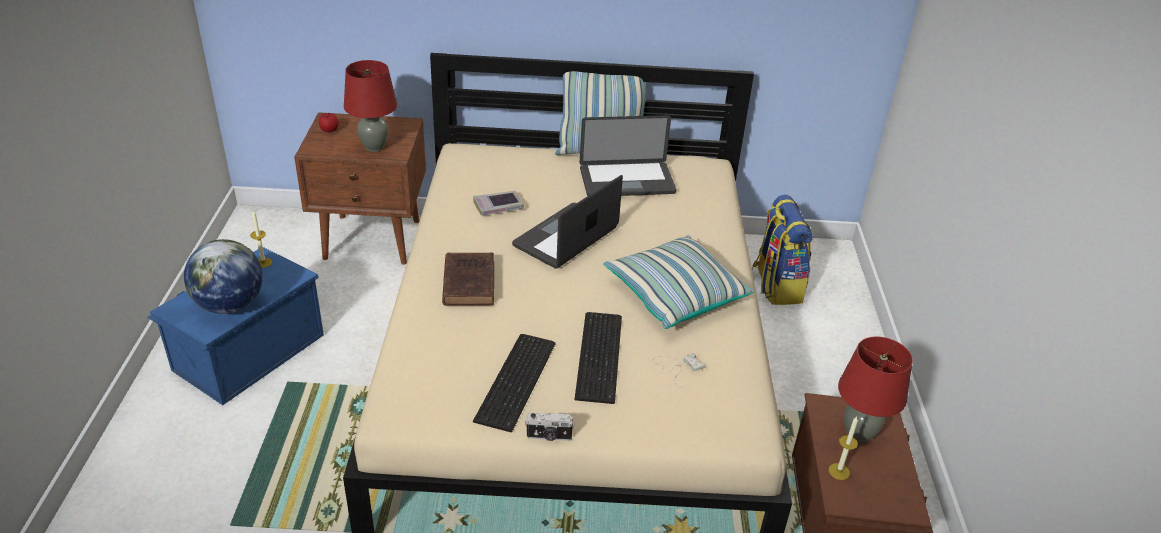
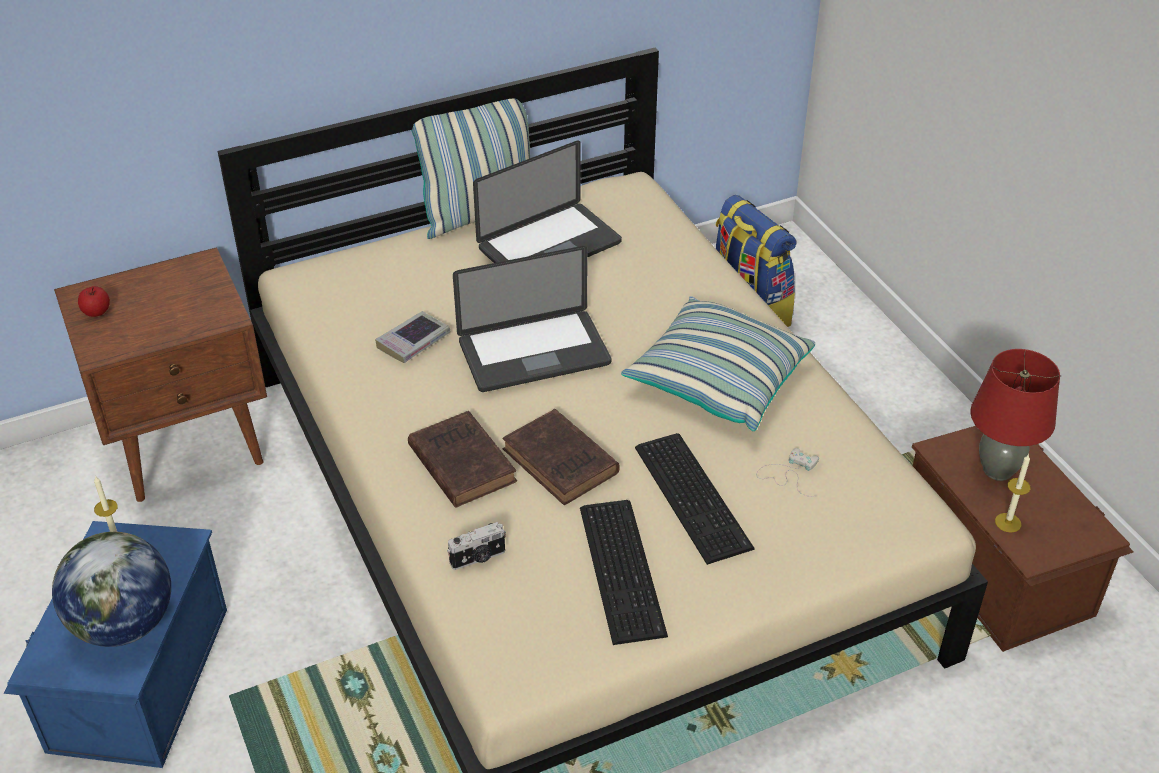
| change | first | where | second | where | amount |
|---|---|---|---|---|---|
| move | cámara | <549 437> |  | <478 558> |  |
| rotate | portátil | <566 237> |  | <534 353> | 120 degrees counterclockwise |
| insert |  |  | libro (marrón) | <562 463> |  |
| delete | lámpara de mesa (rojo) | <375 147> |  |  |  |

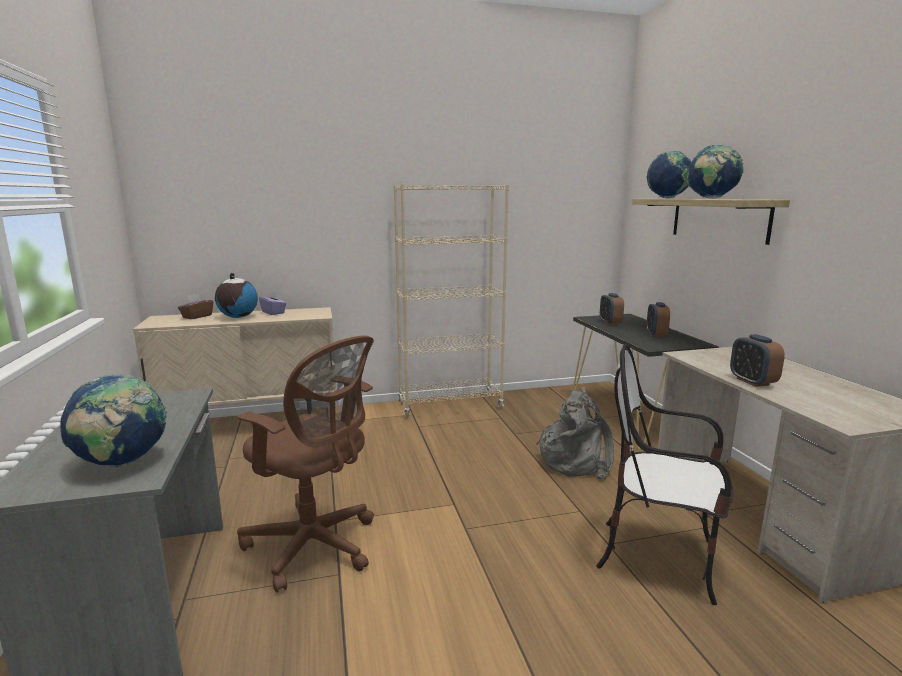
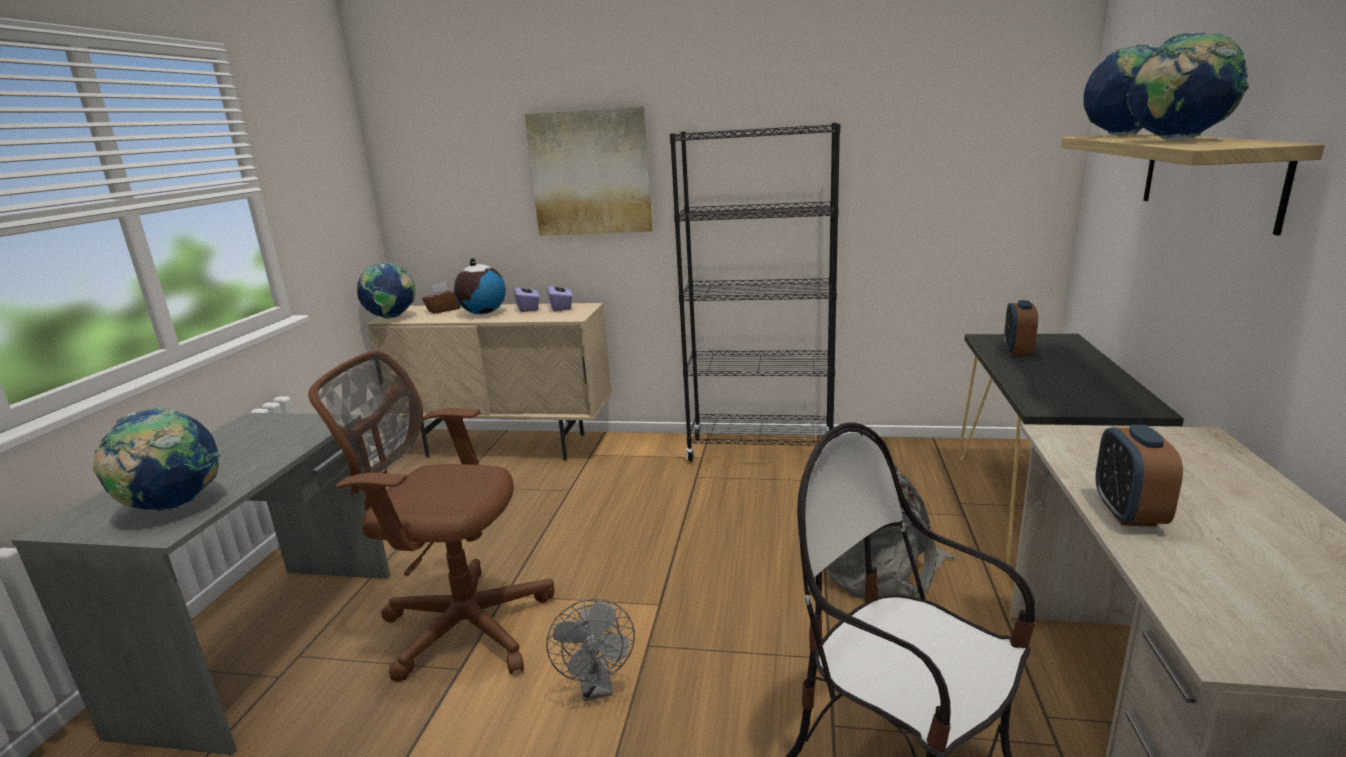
| change | first | where | second | where | amount |
|---|---|---|---|---|---|
| rotate | silla de oficina (marrón) | <315 547> |  | <460 625> | 135 degrees clockwise |
| insert |  |  | globo terráqueo | <392 318> |  |
| insert |  |  | cuadro | <590 173> |  |
| insert |  |  | ventilador (gris) | <597 687> |  |
| insert |  |  | caja de pañuelos (morado) | <561 307> |  |
| recolor | estantería (beis) | <450 406> | estantería (negro) | <761 451> |  |
| delete | despertador | <656 334> |  |  |  |

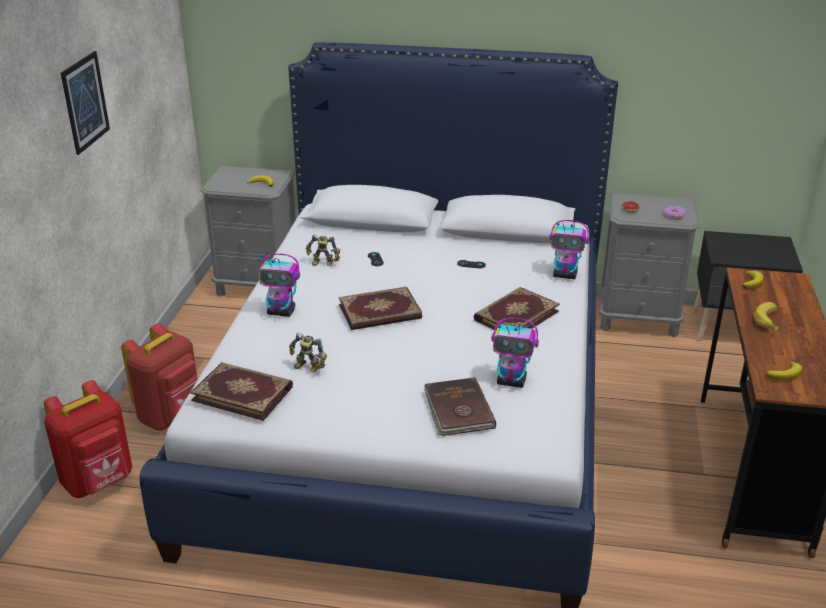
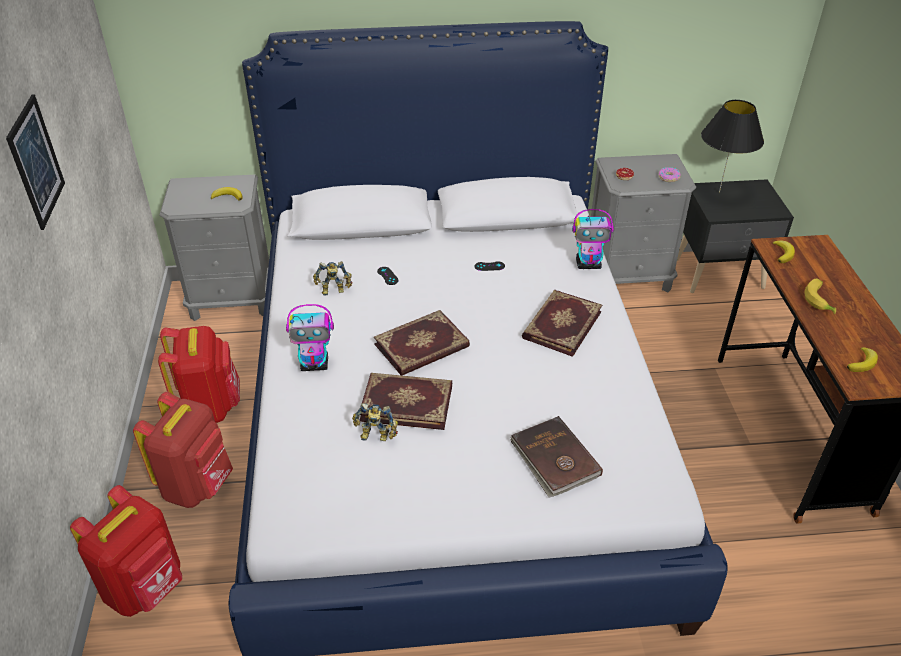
| change | first | where | second | where | amount |
|---|---|---|---|---|---|
| insert |  |  | mochila (rojo) | <210 407> |  |
| move | libro | <243 393> |  | <407 402> |  |
| insert |  |  | lámpara de mesa (negro) | <719 192> |  |
| delete | robot de juguete | <512 381> |  |  |  |

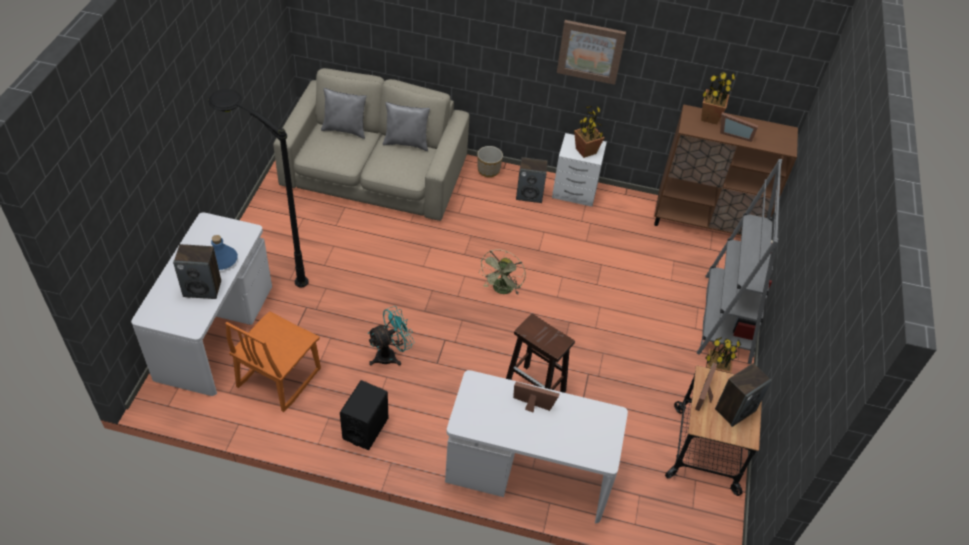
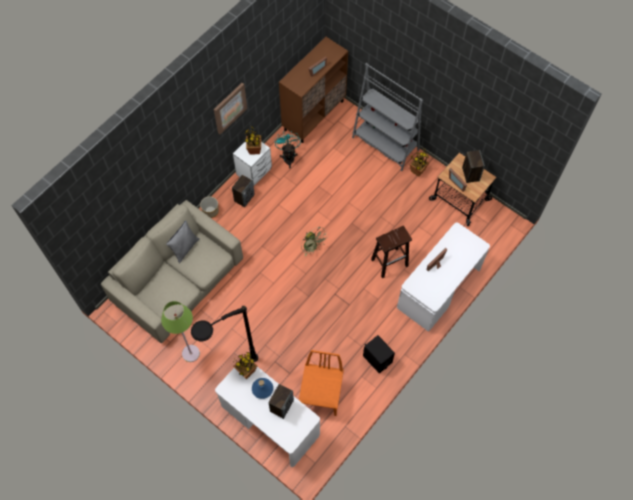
| change | first | where | second | where | amount |
|---|---|---|---|---|---|
| insert |  |  | lámpara de pie (verde) | <190 353> |  |
| move | planta en maceta | <709 117> |  | <246 371> |  |
| move | ventilador (turquesa) | <390 355> |  | <288 156> |  |
| rotate | silla (naranja) | <278 377> |  | <321 394> | 135 degrees counterclockwise |
| delete | cojín (gris) | <345 130> |  |  |  |

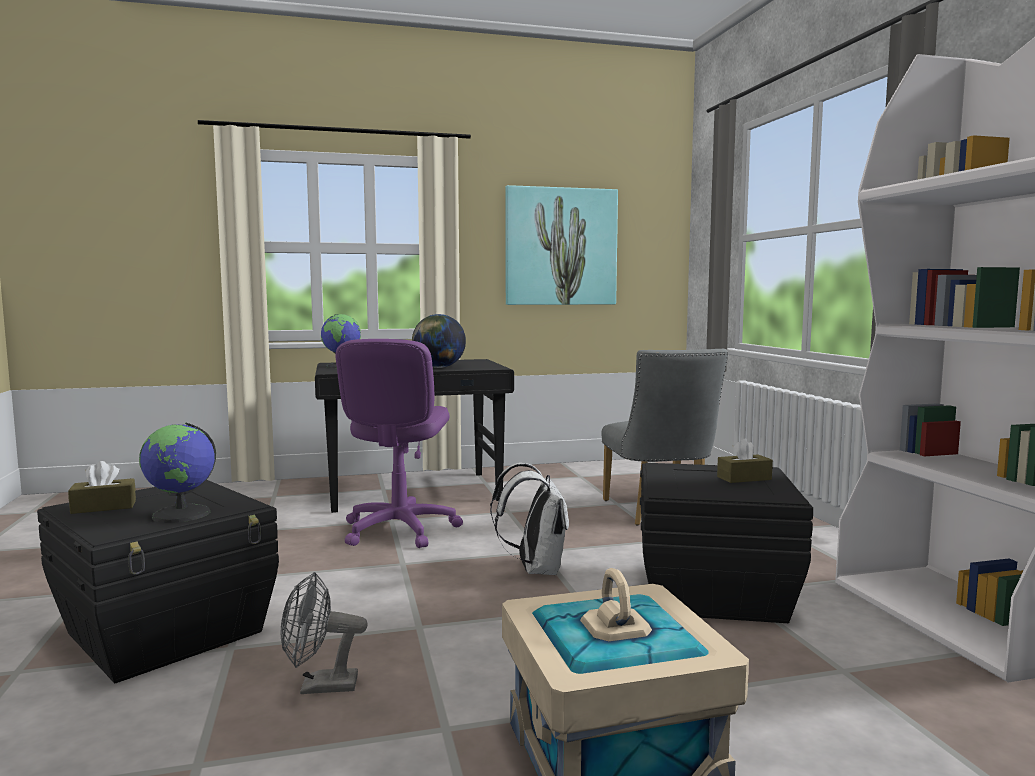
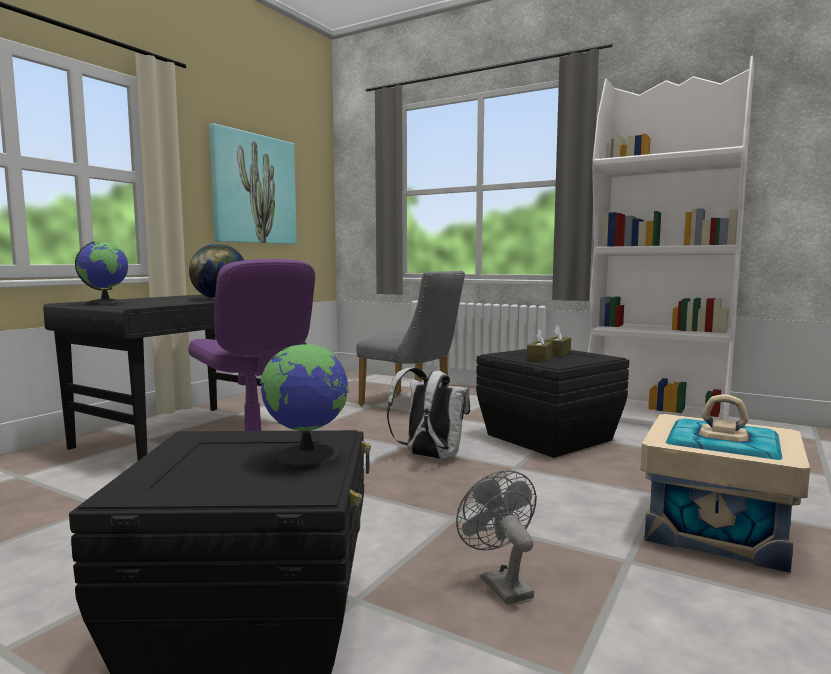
| change | first | where | second | where | amount |
|---|---|---|---|---|---|
| rotate | ventilador (gris) | <319 686> |  | <500 583> | 120 degrees clockwise |
| move | caja de pañuelos (marrón) | <104 507> |  | <539 358> |  |

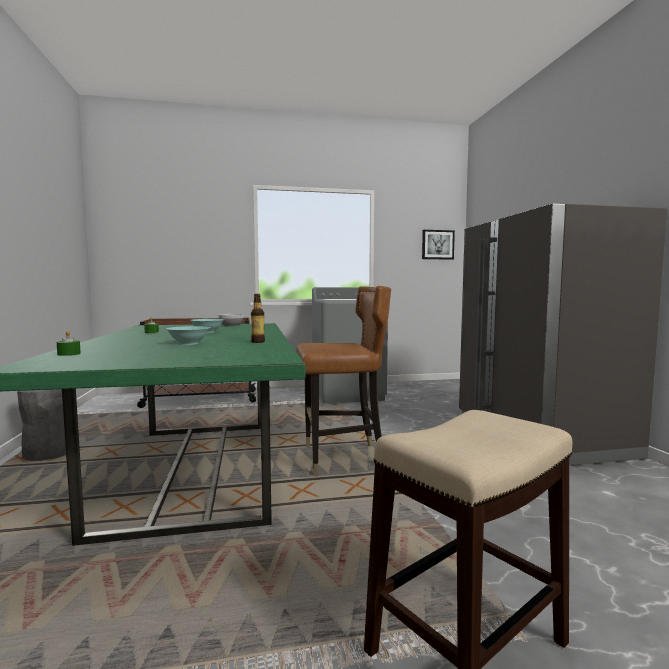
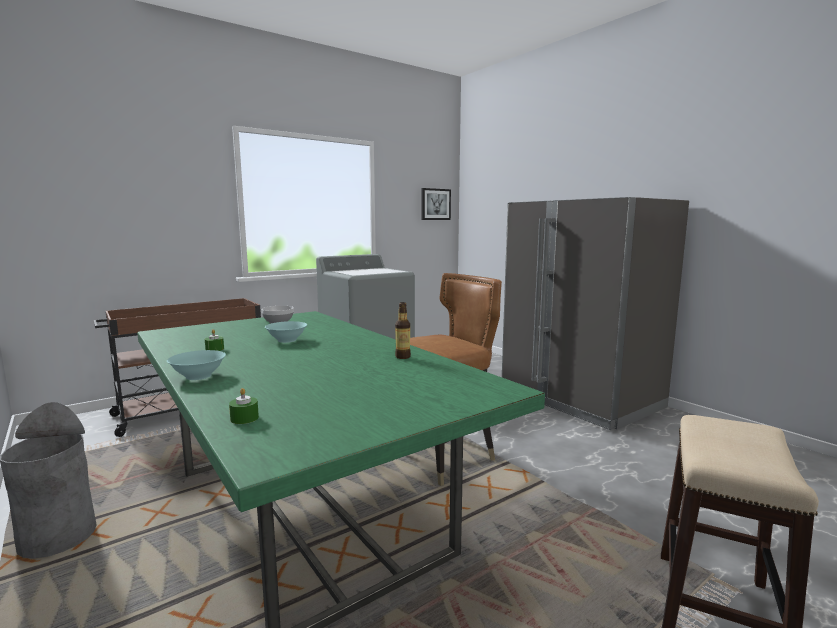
| change | first | where | second | where | amount |
|---|---|---|---|---|---|
| move | cuenco (turquesa) | <189 343> |  | <198 376> |  |

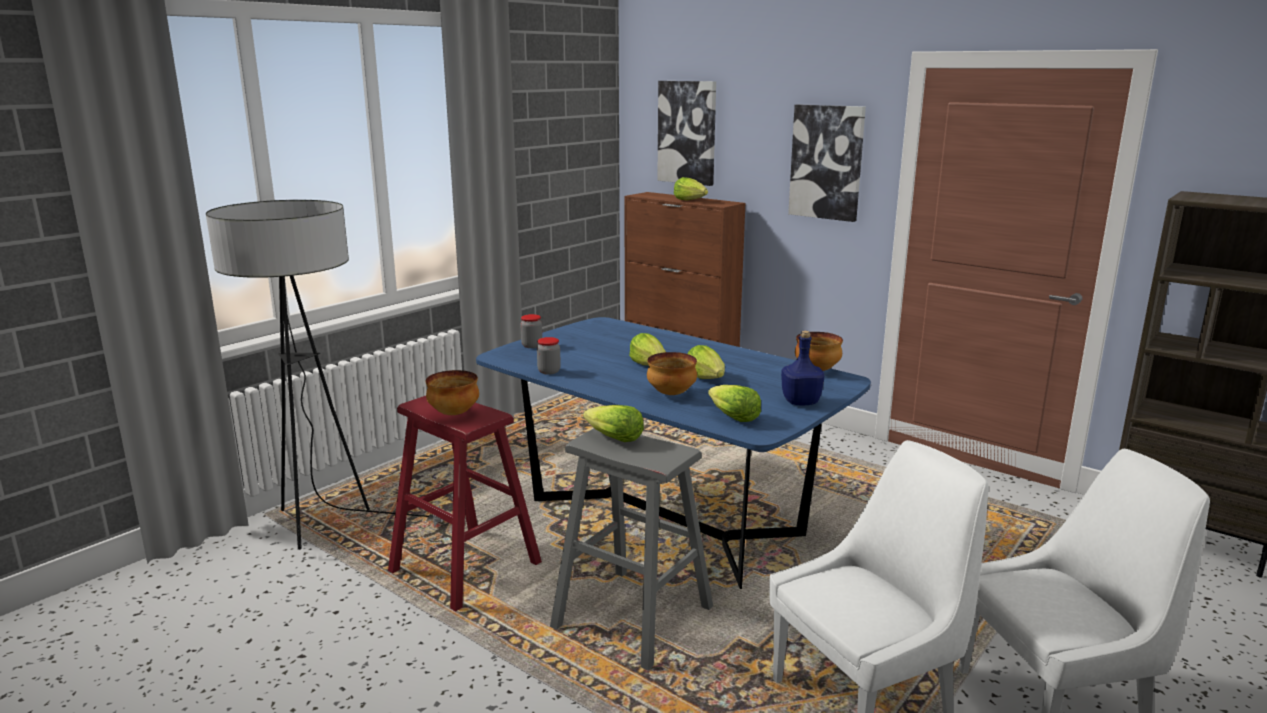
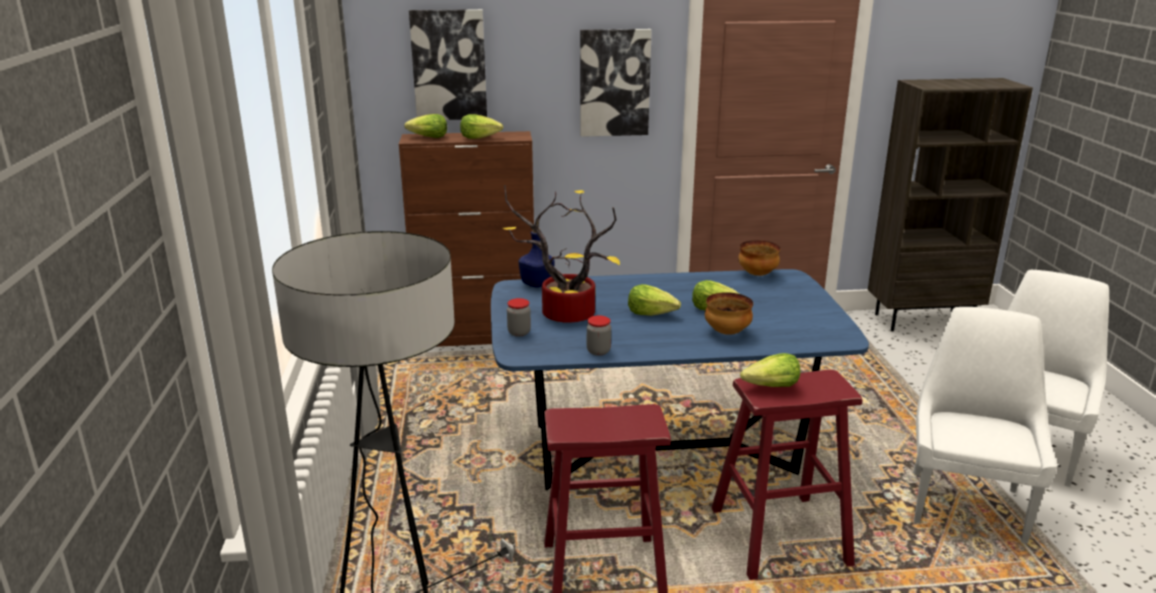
| change | first | where | second | where | amount |
|---|---|---|---|---|---|
| move | lechuga | <733 417> |  | <428 137> |  |
| insert |  |  | planta en maceta | <563 315> |  |
| move | botella (azul) | <800 402> |  | <536 284> |  |
| recolor | taburete (gris) | <632 617> | taburete (rojo) | <779 536> |  |
| delete | cuenco | <454 413> |  |  |  |

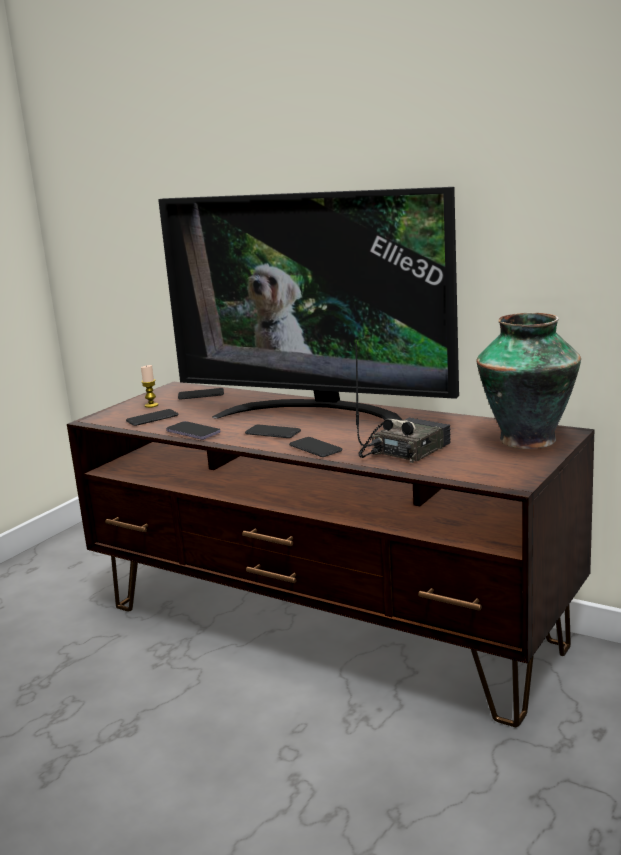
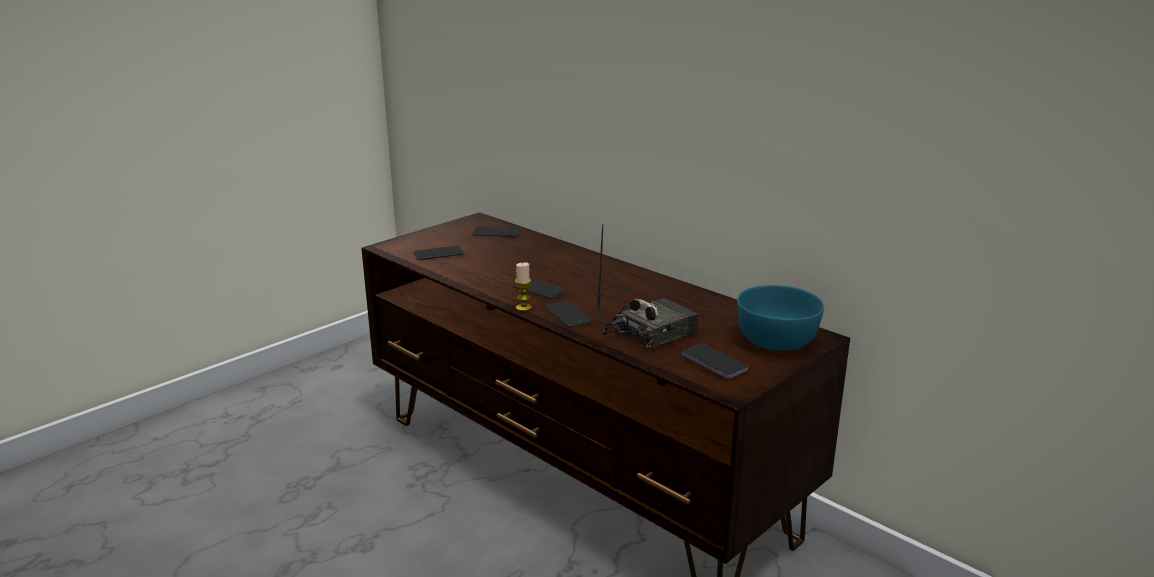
| change | first | where | second | where | amount |
|---|---|---|---|---|---|
| move | vela | <151 405> |  | <523 308> |  |
| move | móvil | <193 432> |  | <714 363> |  |
| replace | florero | <529 439> | cuenco (turquesa) | <778 339> |  |
| delete | televisor | <318 414> |  |  |  |

